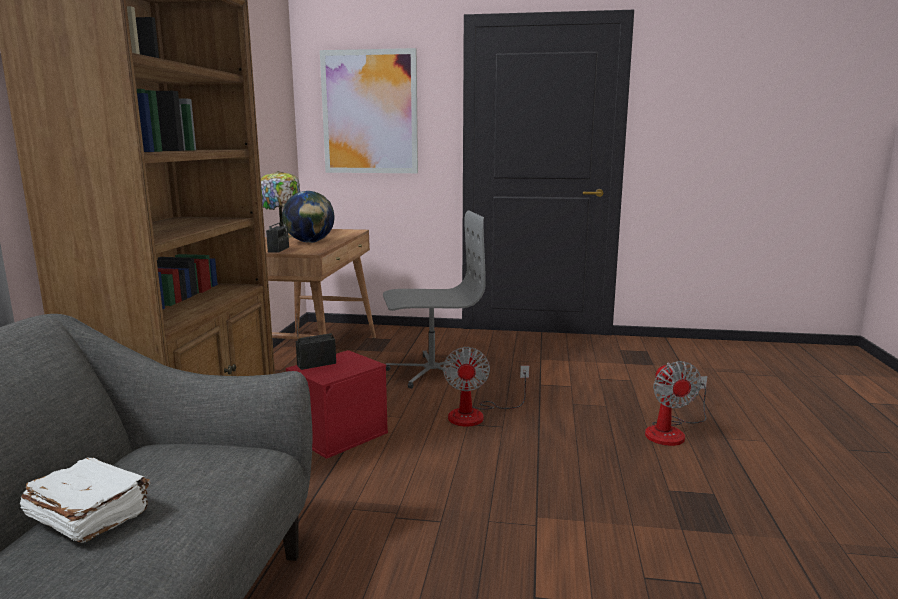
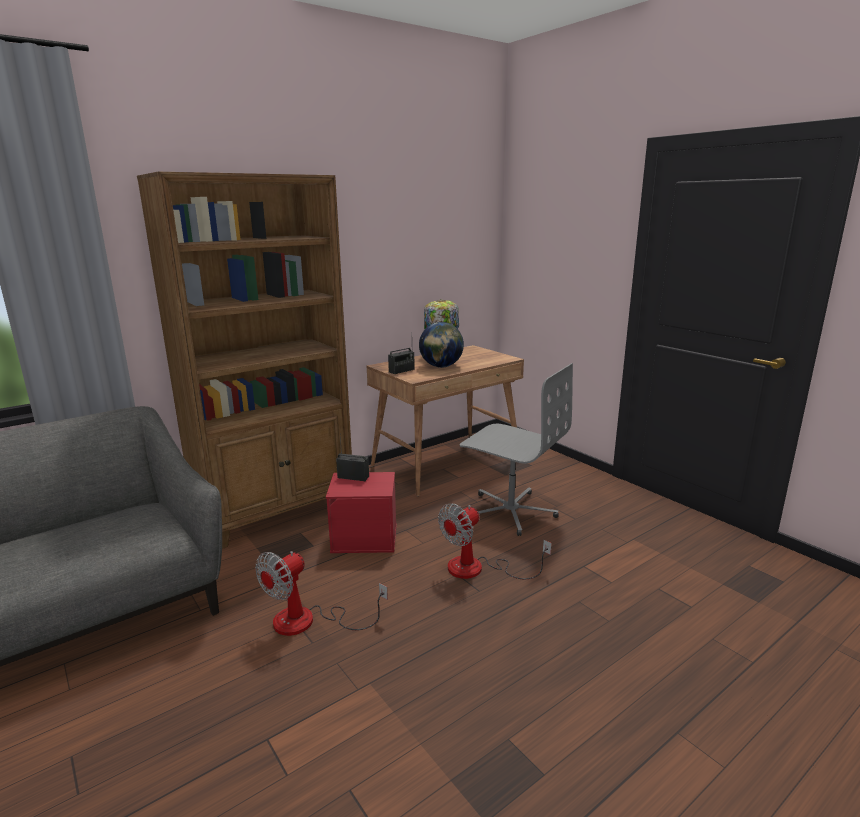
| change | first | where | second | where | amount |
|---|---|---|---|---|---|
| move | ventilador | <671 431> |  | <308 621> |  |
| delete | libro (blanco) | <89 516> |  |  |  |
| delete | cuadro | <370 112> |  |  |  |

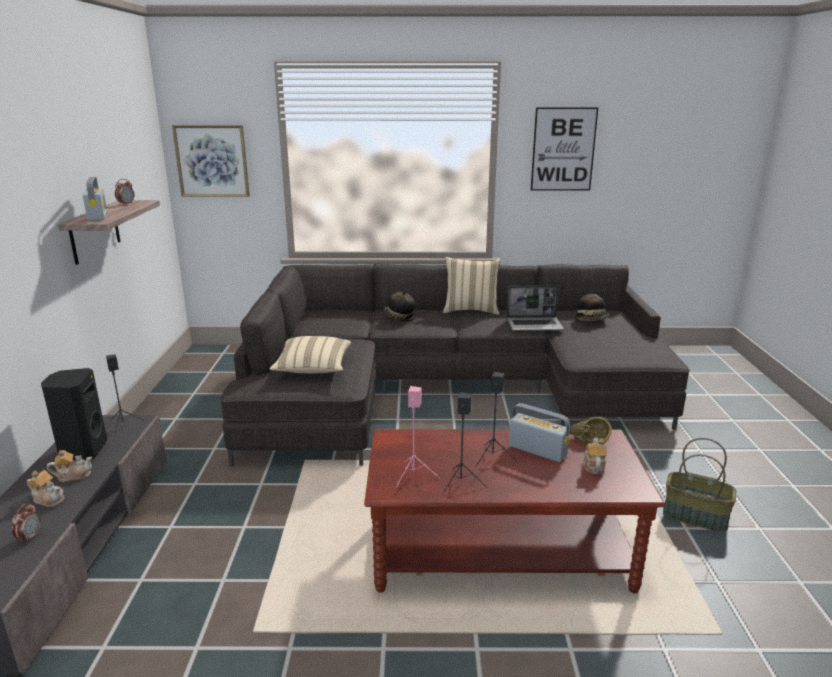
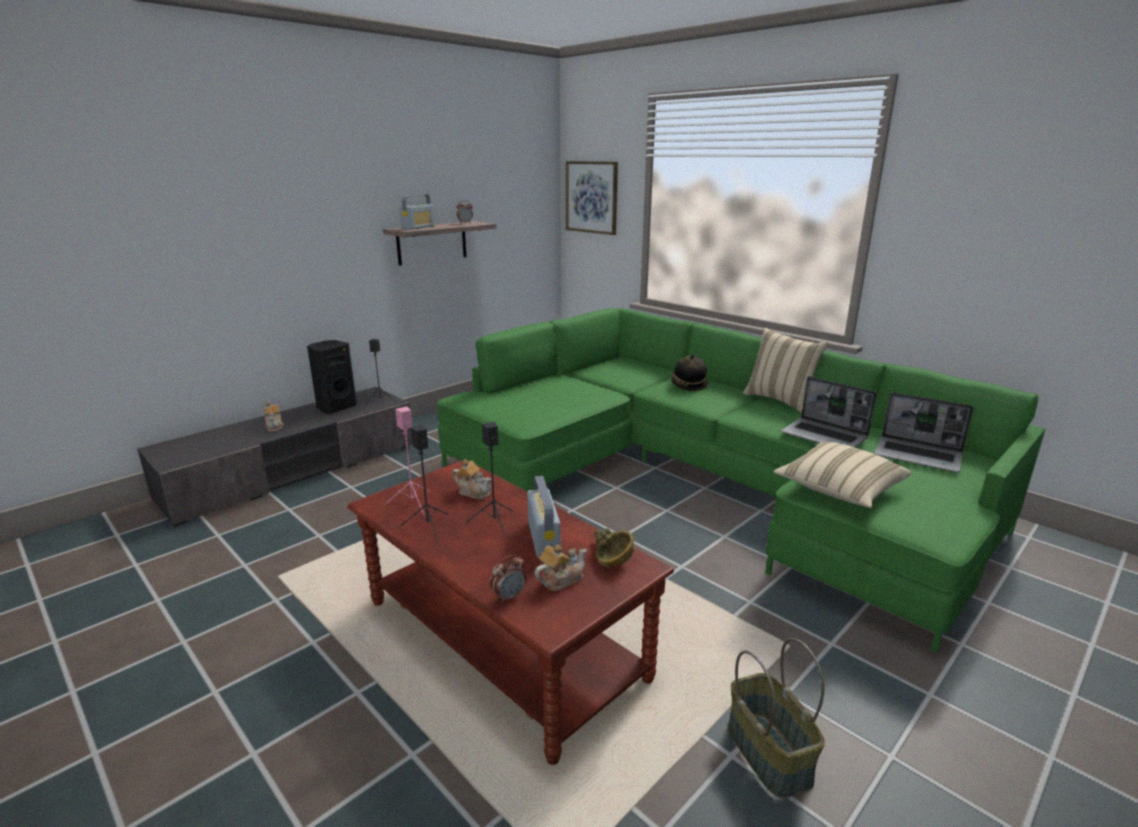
| change | first | where | second | where | amount |
|---|---|---|---|---|---|
| recolor | sofá (gris) | <443 389> | sofá (verde) | <704 480> |  |
| move | tetera | <73 475> |  | <474 492> |  |
| move | despertador | <30 537> |  | <509 597> |  |
| move | cojín (beis) | <313 368> |  | <839 491> |  |
| replace | sombrero | <591 320> | portátil | <919 456> |  |
| delete | cuadro | <563 149> |  |  |  |

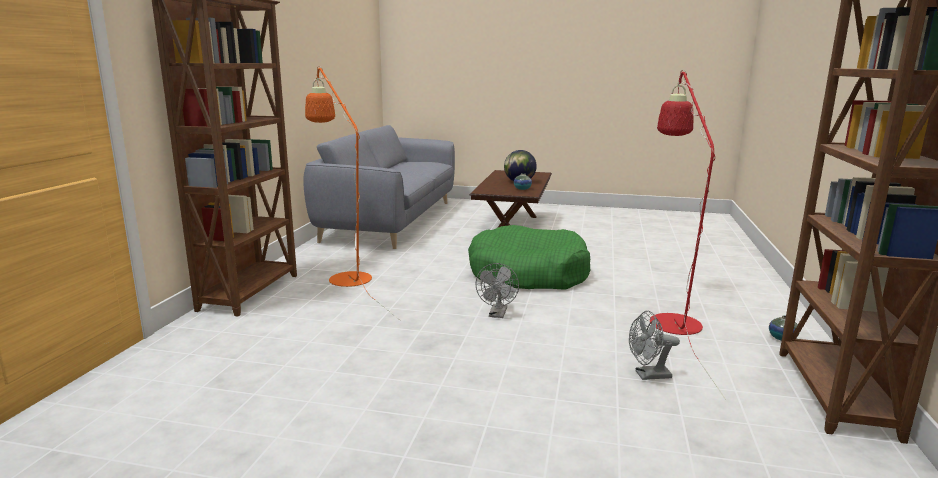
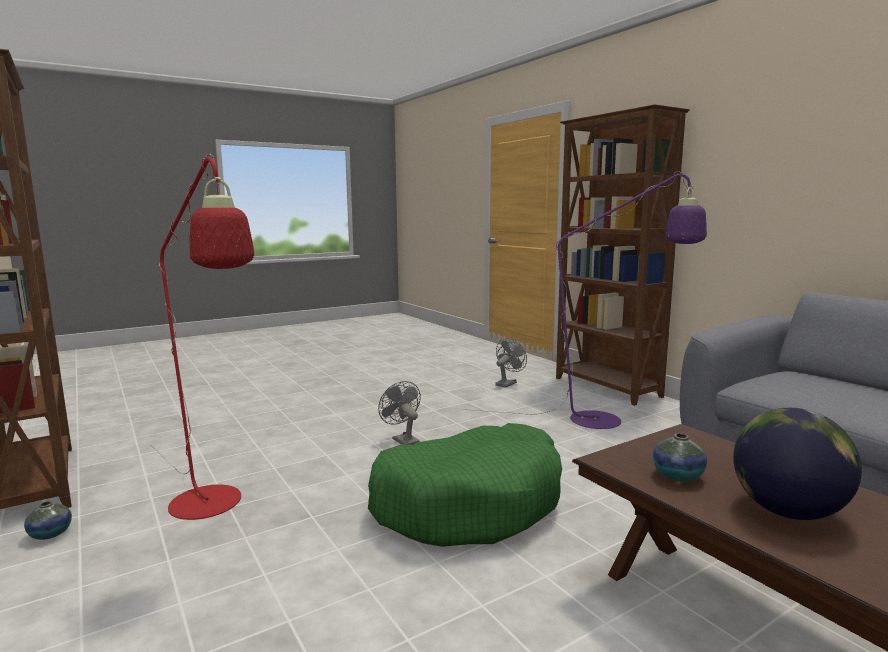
| change | first | where | second | where | amount |
|---|---|---|---|---|---|
| recolor | lámpara de pie (naranja) | <346 275> | lámpara de pie (morado) | <609 420> |  |
| move | ventilador (gris) | <648 375> |  | <507 383> |  |

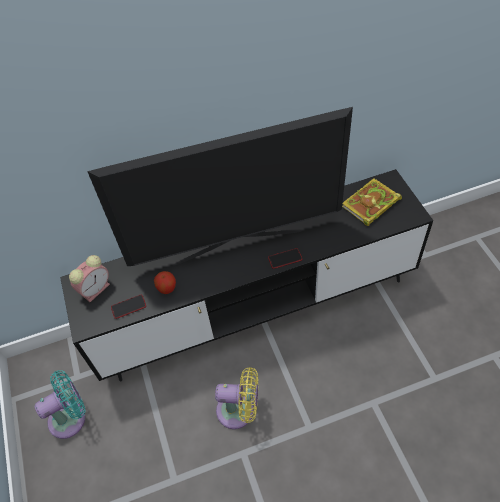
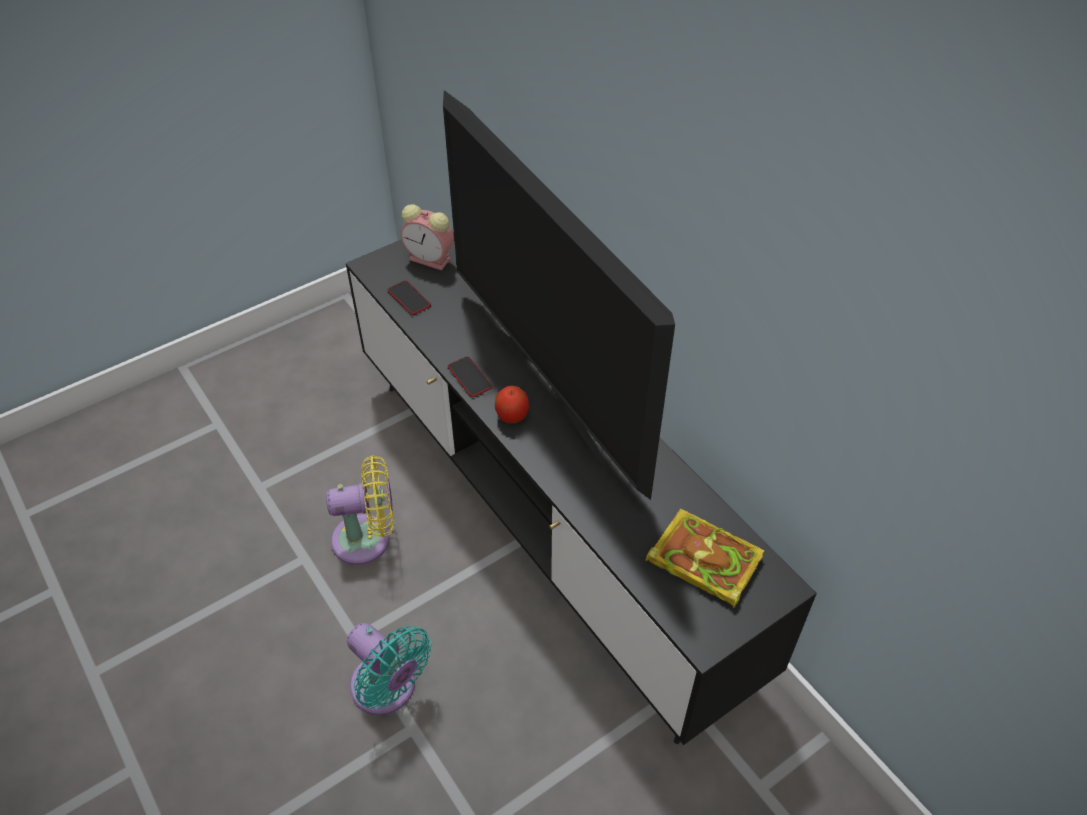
| change | first | where | second | where | amount |
|---|---|---|---|---|---|
| rotate | ventilador (amarillo) | <239 411> |  | <368 539> | 90 degrees counterclockwise |
| move | ventilador (turquesa) | <71 417> |  | <388 689> |  |
| move | móvil | <285 259> |  | <470 377> |  |
| move | manzana | <167 288> |  | <512 416> |  |

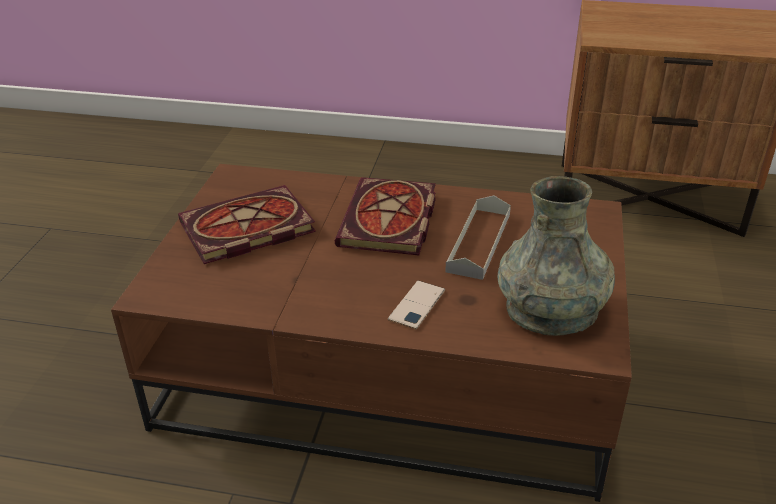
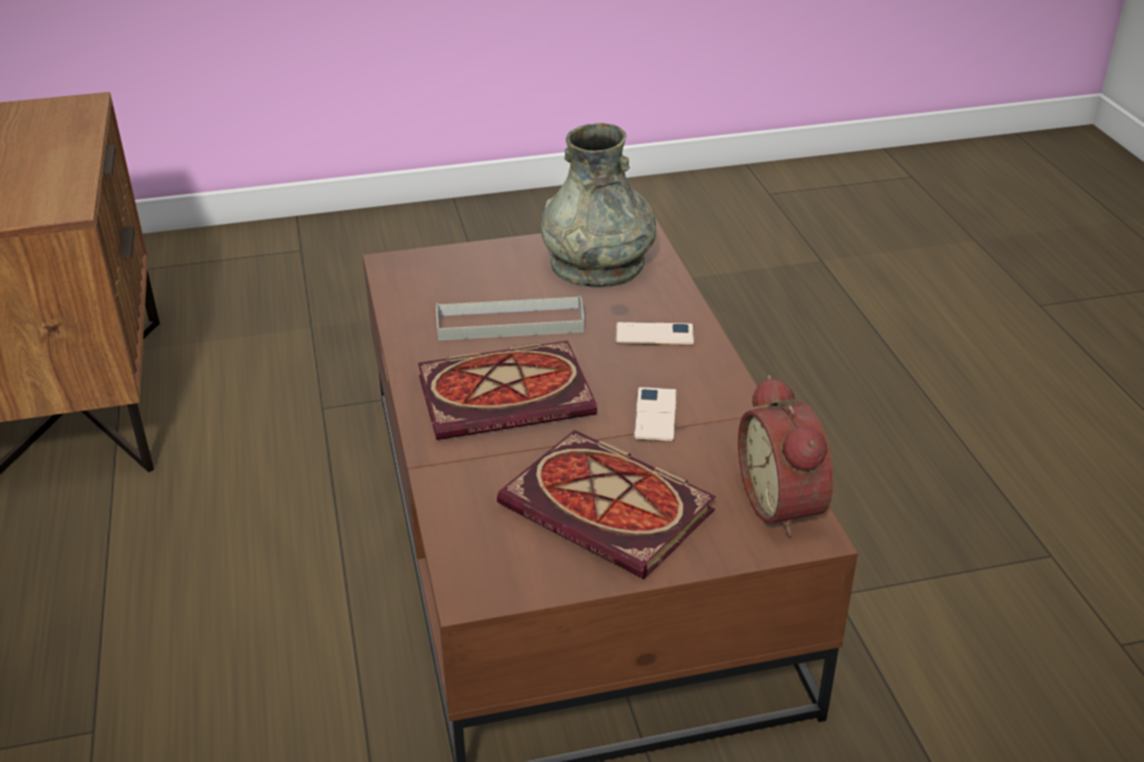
| change | first | where | second | where | amount |
|---|---|---|---|---|---|
| insert |  |  | móvil | <655 415> |  |
| insert |  |  | despertador | <786 504> |  |

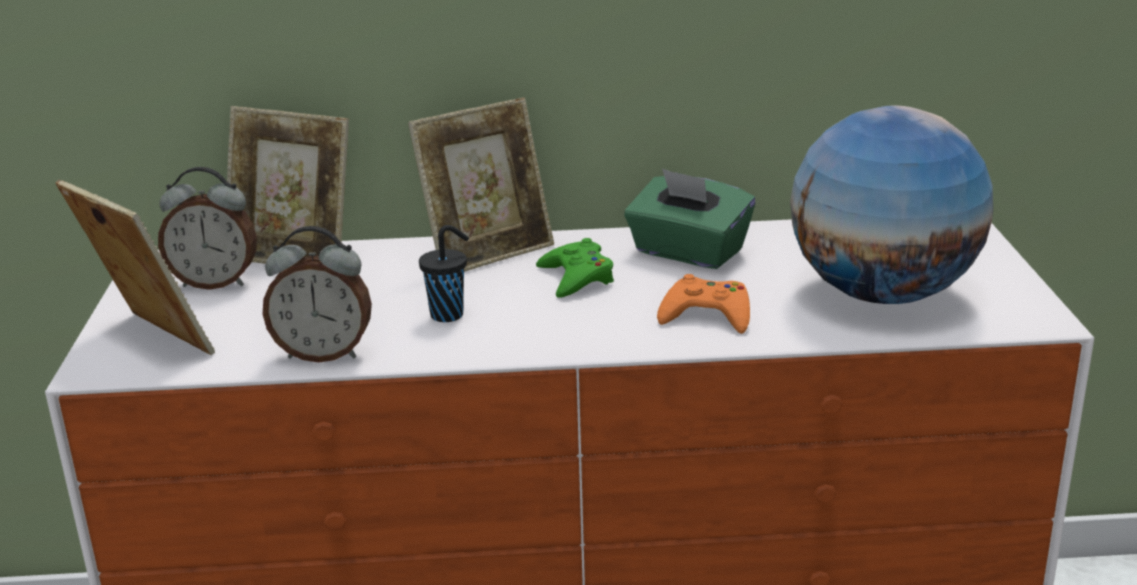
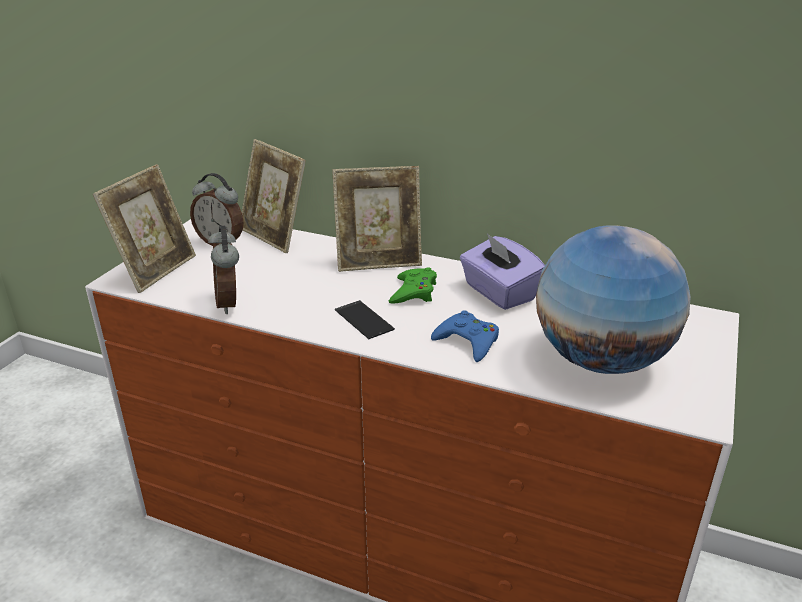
| change | first | where | second | where | amount |
|---|---|---|---|---|---|
| rotate | portarretratos | <149 342> |  | <156 270> | 45 degrees clockwise |
| rotate | despertador | <324 354> |  | <230 303> | 45 degrees clockwise |
| insert |  |  | móvil | <364 320> |  |
| recolor | mando de consola (naranja) | <707 315> | mando de consola (azul) | <467 342> |  |
| recolor | caja de pañuelos (verde) | <688 253> | caja de pañuelos (morado) | <498 292> |  |
| delete | taza (negro) | <449 315> |  |  |  |

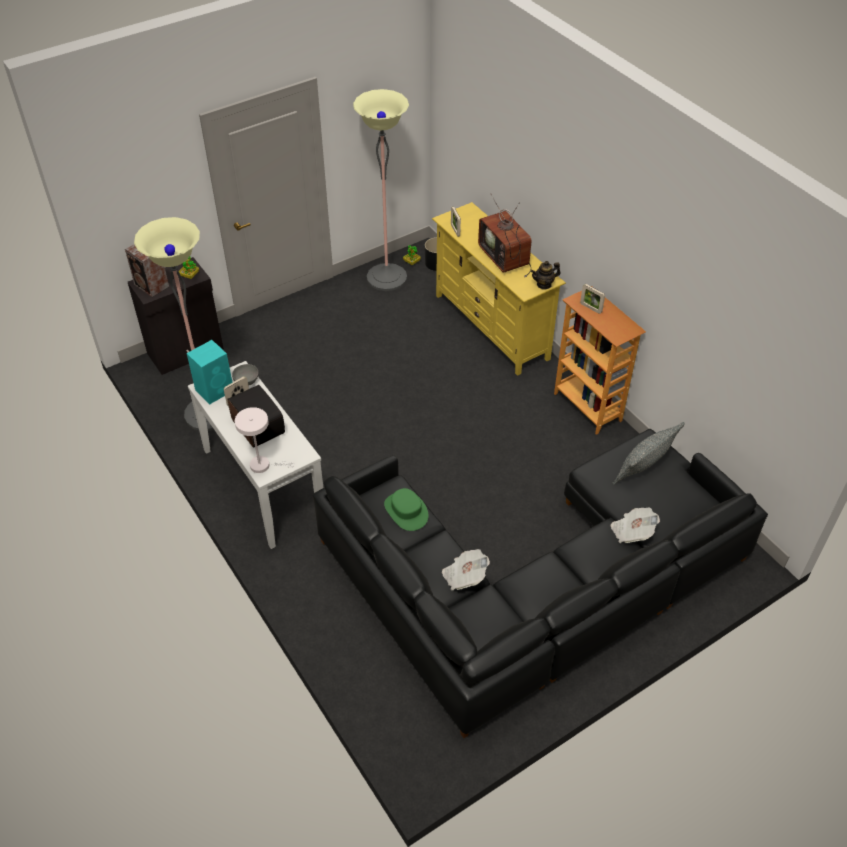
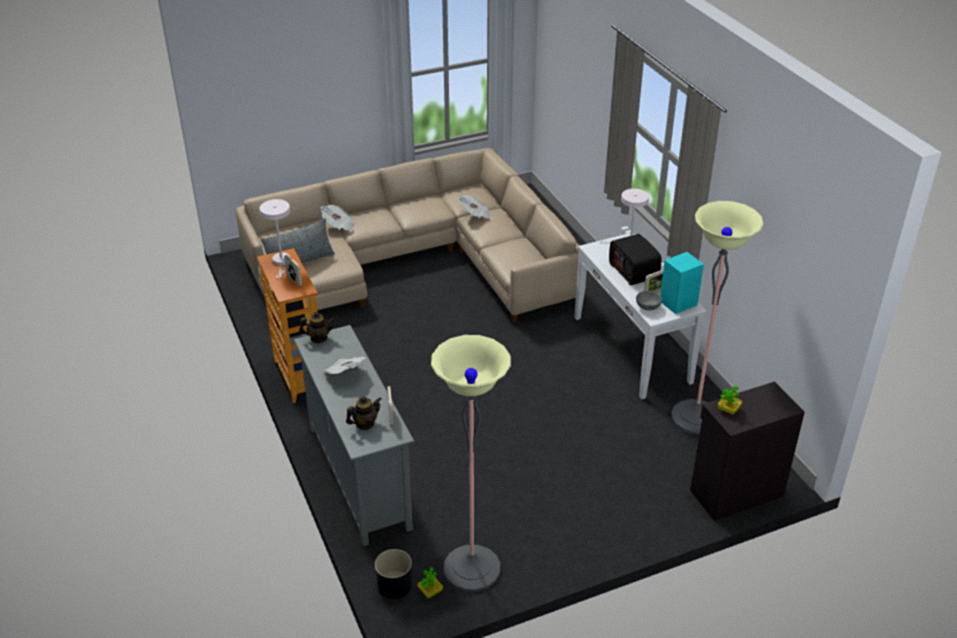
| change | first | where | second | where | amount |
|---|---|---|---|---|---|
| recolor | sofá (negro) | <538 584> | sofá (beis) | <413 262> |  |
| insert |  |  | lámpara de mesa (blanco) | <281 262> |  |
| recolor | mueble de televisión (amarillo) | <492 326> | mueble de televisión (gris) | <358 477> |  |
| replace | televisor | <506 258> | periódico | <345 373> |  |
| insert |  |  | tetera | <365 424> |  |
| delete | altavoz | <152 286> |  |  |  |
| delete | sombrero (verde) | <406 511> |  |  |  |

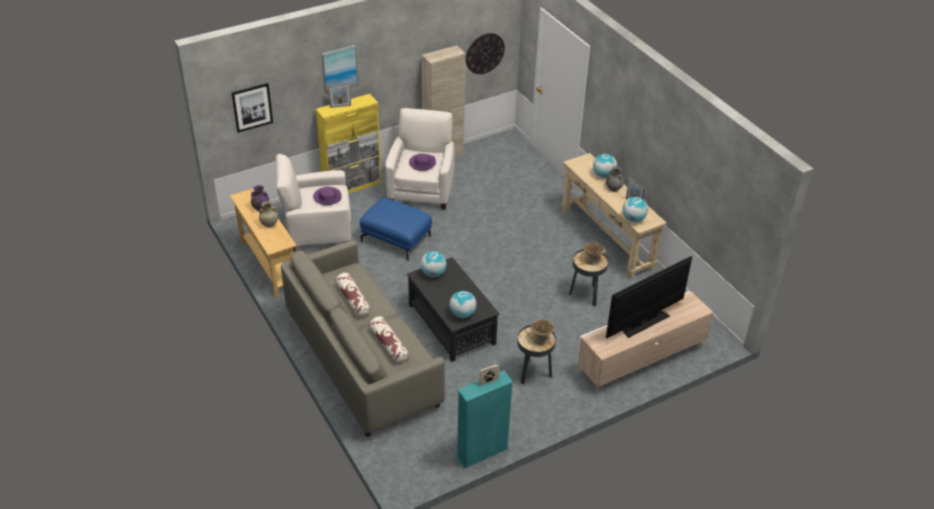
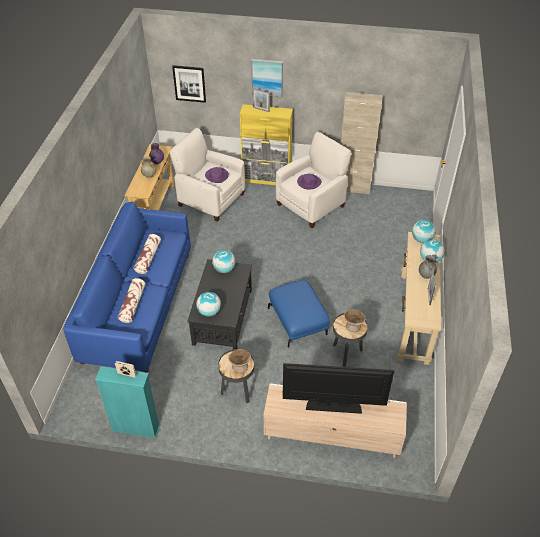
| change | first | where | second | where | amount |
|---|---|---|---|---|---|
| recolor | sofá (gris) | <362 359> | sofá (azul) | <138 306> |  |
| move | puf (azul) | <396 238> |  | <298 321> |  |
| move | globo terráqueo | <633 219> |  | <422 240> |  |
| delete | reloj de pared | <484 53> |  |  |  |

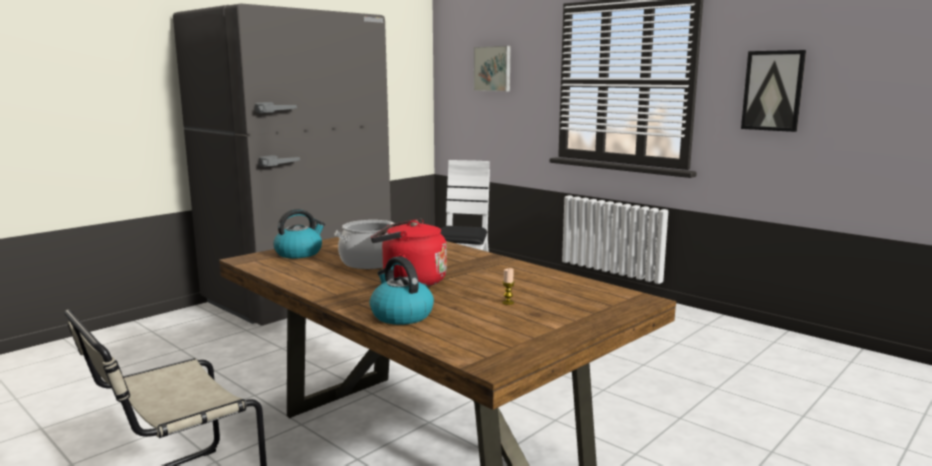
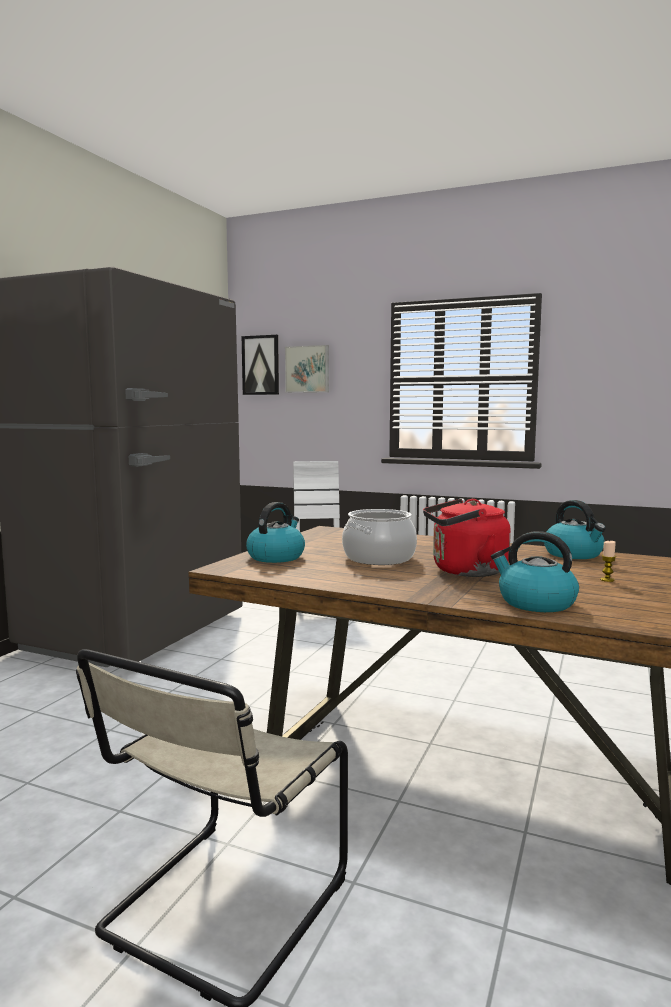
| change | first | where | second | where | amount |
|---|---|---|---|---|---|
| move | cuadro | <773 90> |  | <261 365> |  |
| insert |  |  | hervidor | <574 554> |  |

